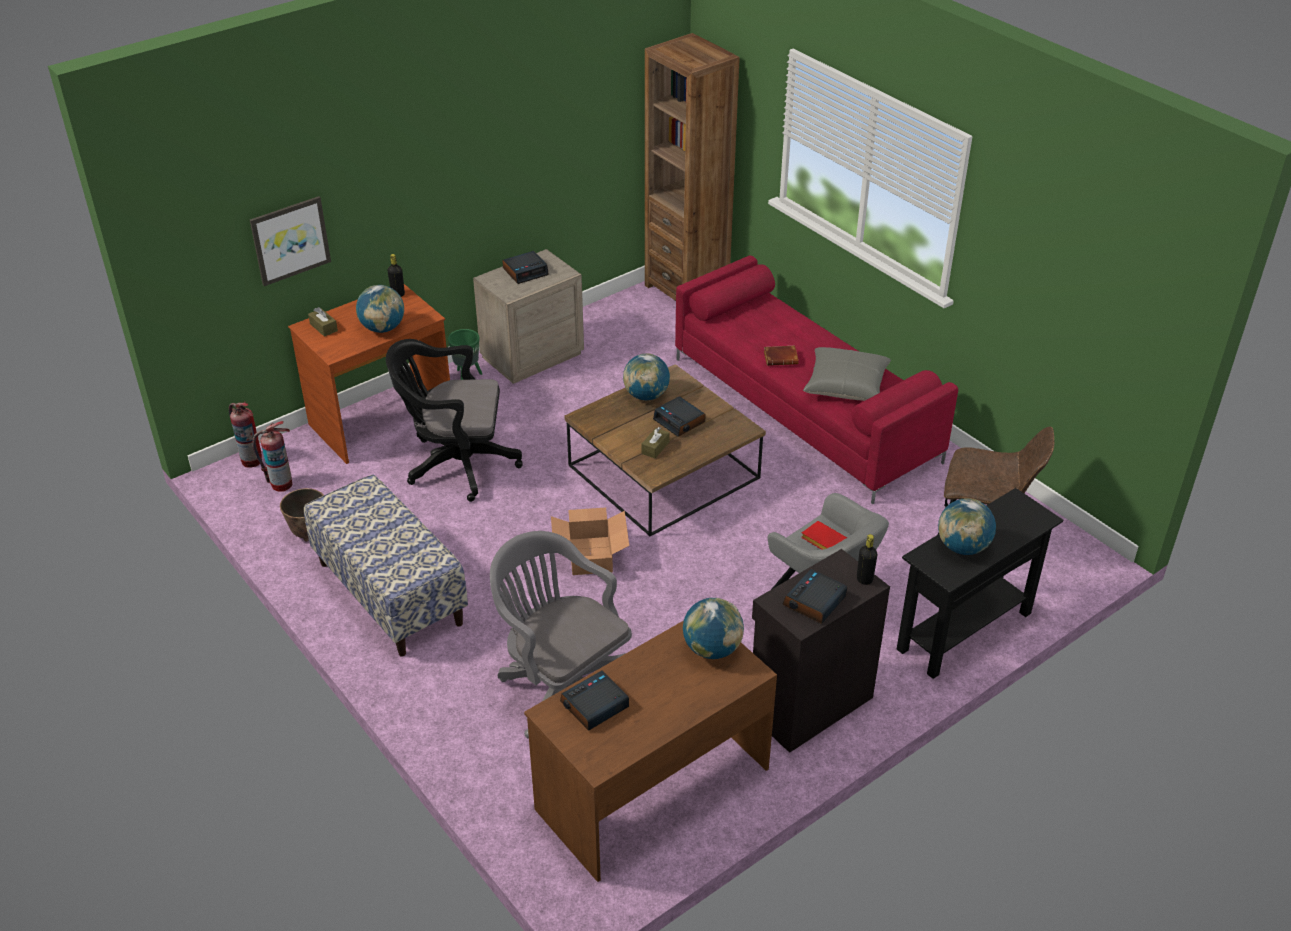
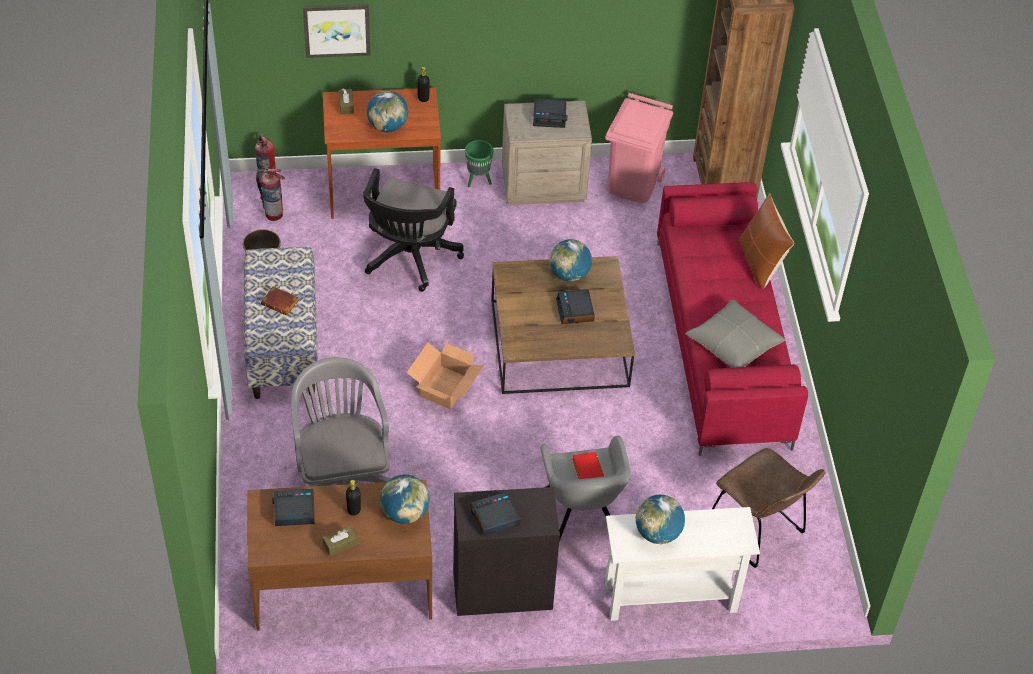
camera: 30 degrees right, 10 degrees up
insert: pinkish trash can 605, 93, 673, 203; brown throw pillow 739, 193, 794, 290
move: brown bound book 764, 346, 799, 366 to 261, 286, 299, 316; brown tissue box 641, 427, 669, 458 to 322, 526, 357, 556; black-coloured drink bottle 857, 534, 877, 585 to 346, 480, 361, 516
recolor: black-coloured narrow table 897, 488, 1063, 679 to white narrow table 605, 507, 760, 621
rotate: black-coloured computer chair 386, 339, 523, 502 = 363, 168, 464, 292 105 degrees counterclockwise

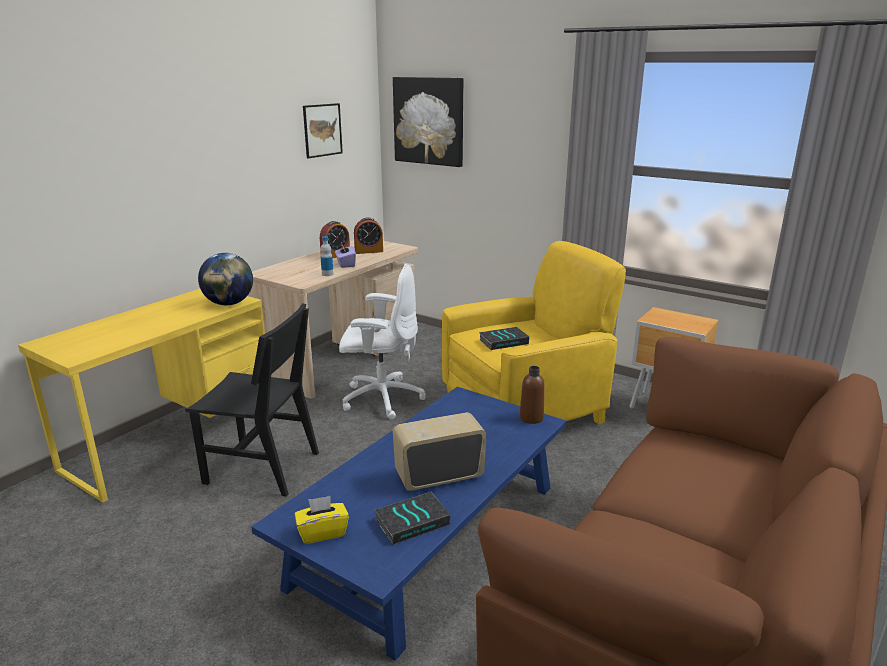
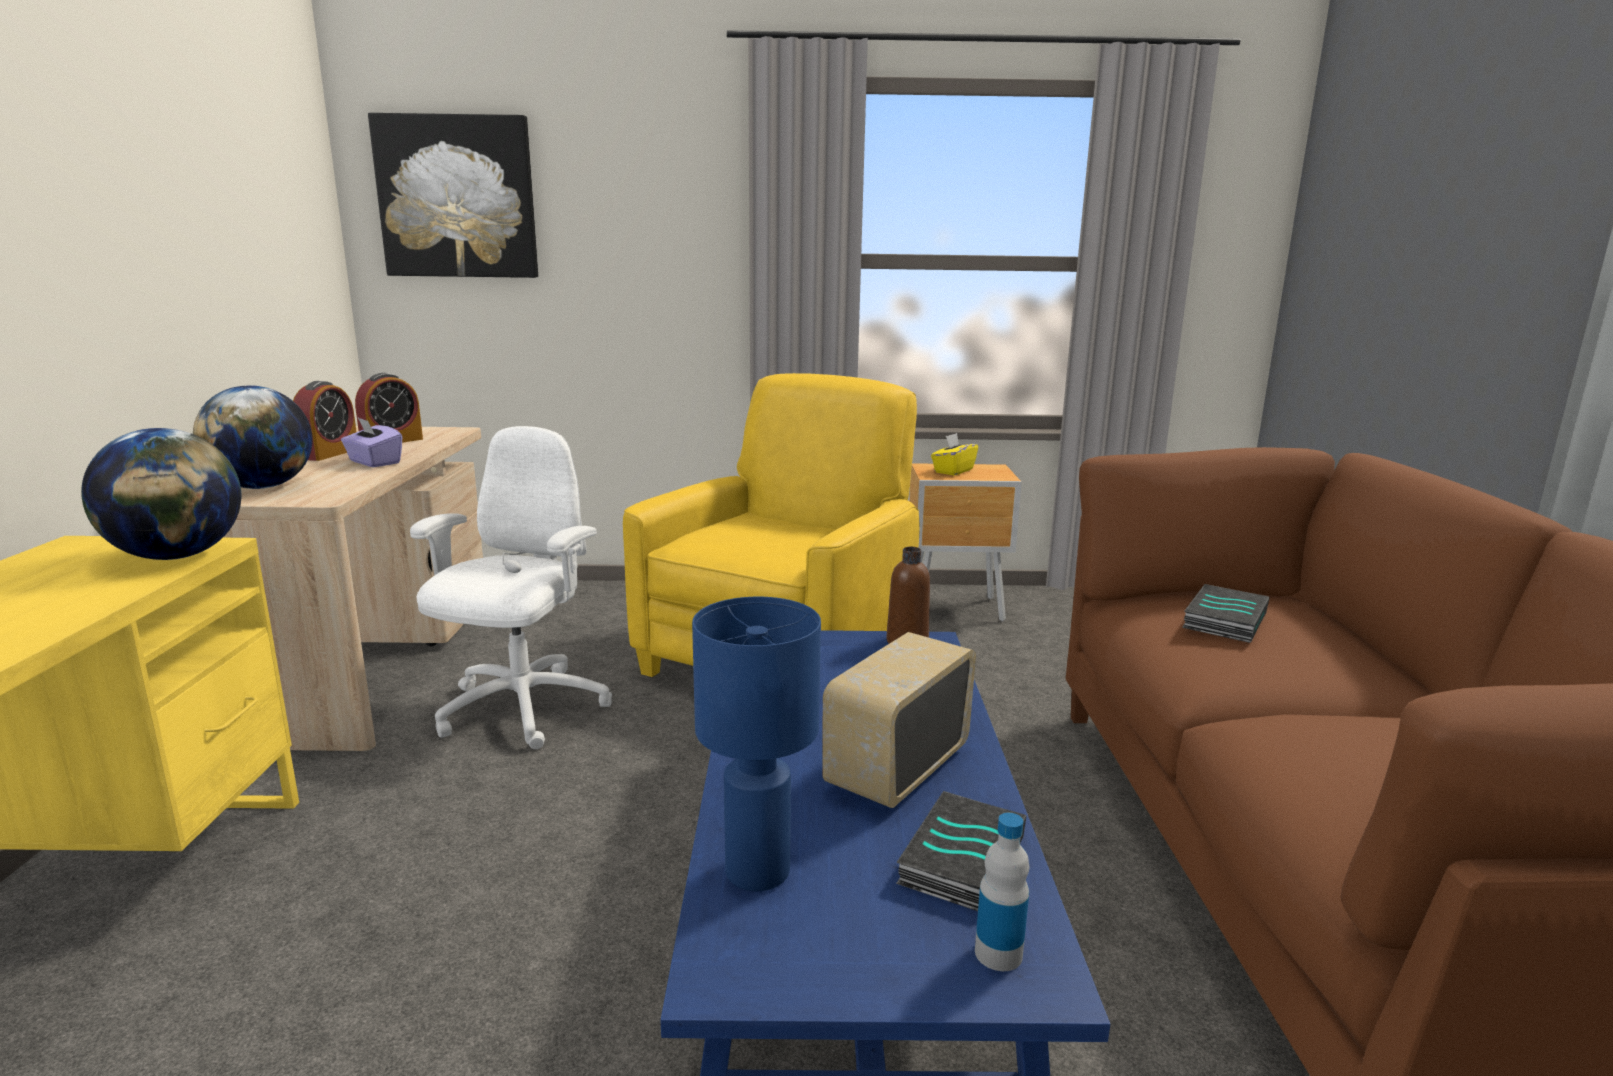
camera: 35 degrees left, 5 degrees down
delete: wall art 303, 103, 343, 158; black-coloured chair 185, 303, 319, 497
insert: desk globe 193, 386, 312, 489; blue table lamp 692, 597, 821, 891
move: drink bottle 321, 236, 334, 276 to 975, 813, 1029, 971; bound book 479, 327, 529, 350 to 1182, 584, 1270, 643; yellow tissue box 295, 496, 349, 544 to 931, 433, 978, 476
rotate: white computer chair 339, 264, 426, 419 = 410, 426, 612, 749 45 degrees counterclockwise

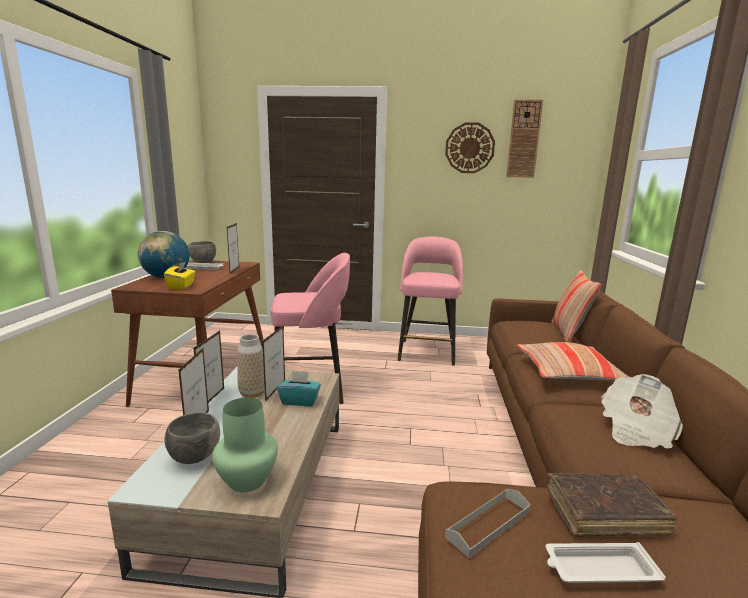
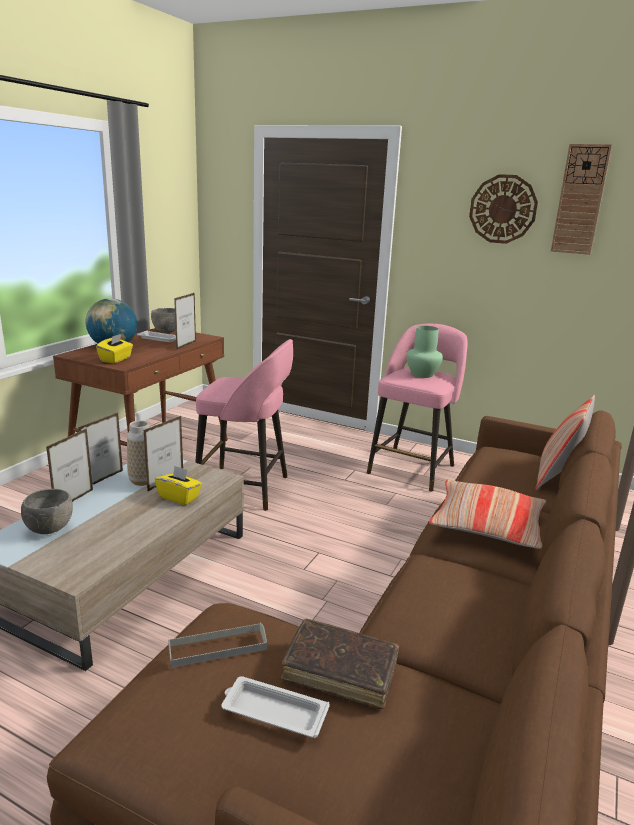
camera: 20 degrees right, 5 degrees up
delete: daily paper 601, 374, 683, 449
move: greenish decorative vase 212, 398, 278, 493 to 406, 326, 443, 378
recolor: turquoise-coloured tissue box 277, 371, 321, 406 to yellow tissue box 155, 466, 202, 505

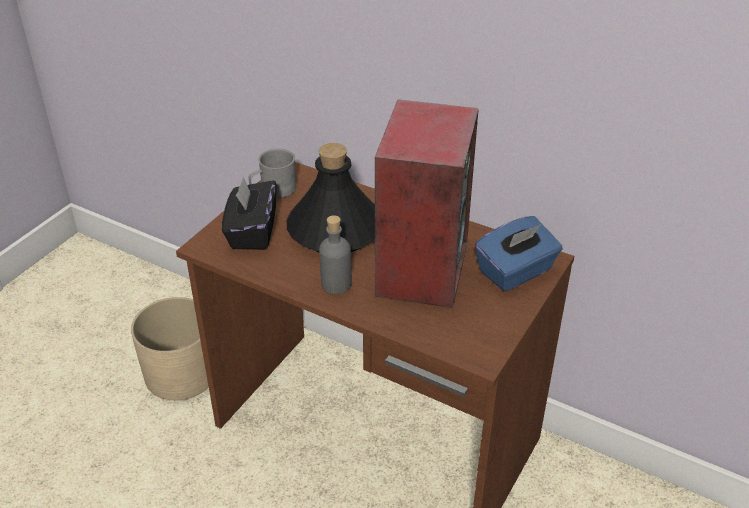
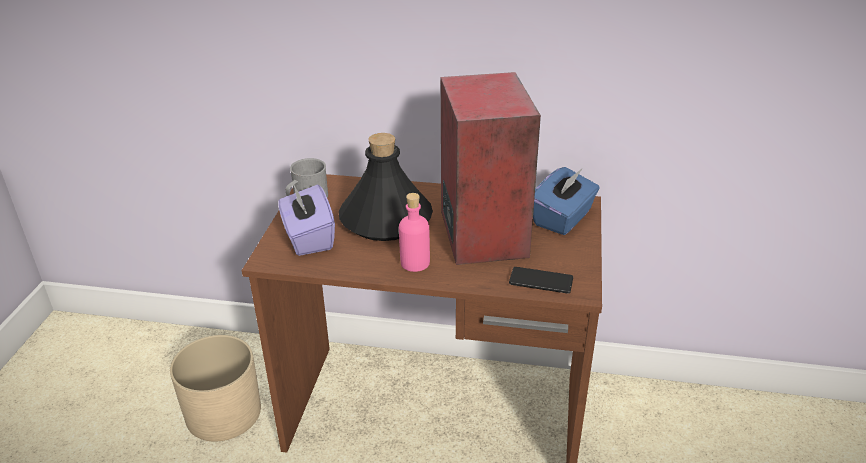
camera: 20 degrees left, 5 degrees down
insert: phone 509, 267, 573, 294
recolor: black-coloured tissue box 222, 177, 277, 250 to purplish tissue box 278, 183, 335, 256; grey drink bottle 319, 215, 352, 294 to pinkish drink bottle 399, 193, 430, 272

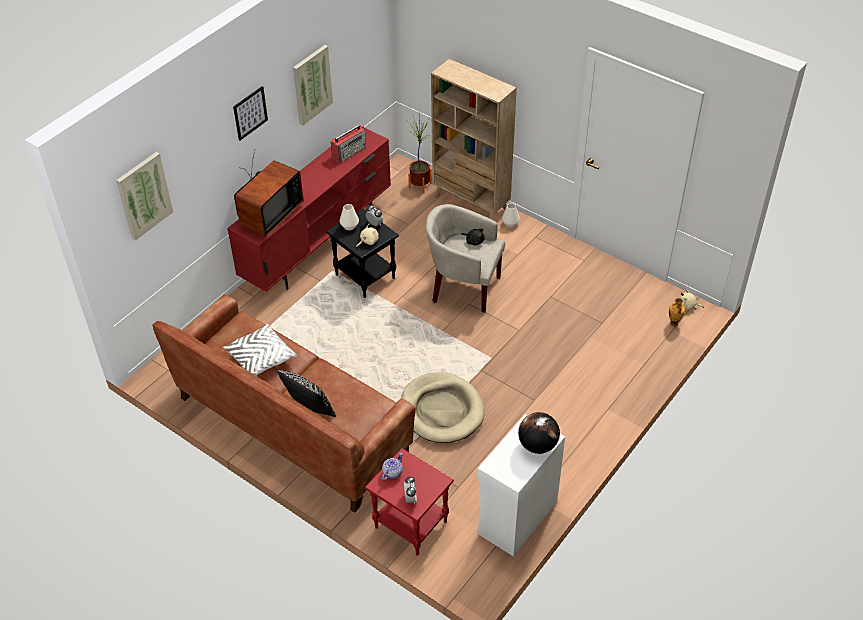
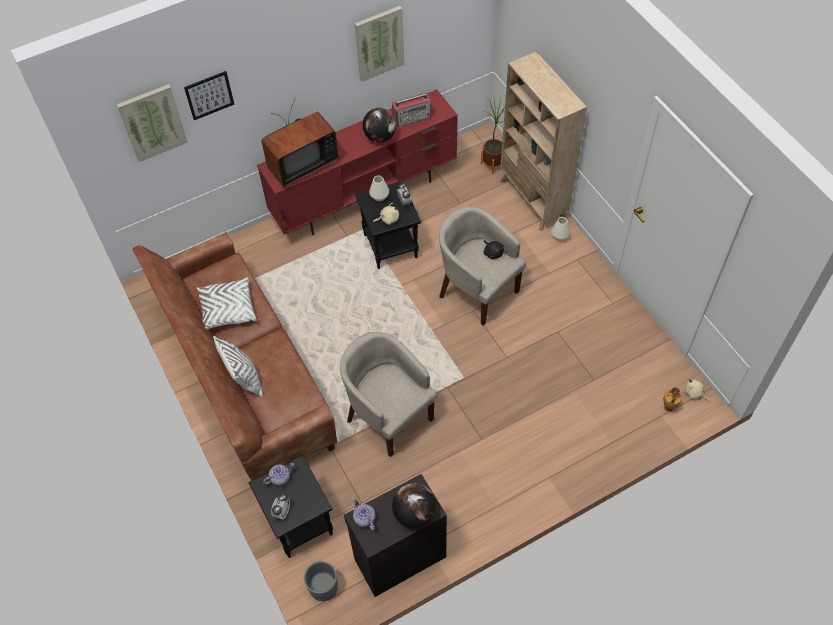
camera: 25 degrees right, 10 degrees up
insert: desk globe 362, 108, 396, 142; teapot 353, 498, 376, 530; grey flower pot 304, 561, 338, 601
move: wall art 233, 86, 268, 141 to 184, 71, 234, 120
replace: sand-coloured dog bed 401, 372, 485, 443 to sand-coloured lounge chair 340, 332, 438, 457
recolor: black-coloured throw pillow 276, 369, 336, 417 to white throw pillow 213, 336, 263, 397; white storage cabinet 477, 414, 565, 557 to black-coloured storage cabinet 344, 474, 447, 597; red side table 365, 448, 454, 556 to black-coloured side table 249, 455, 333, 558

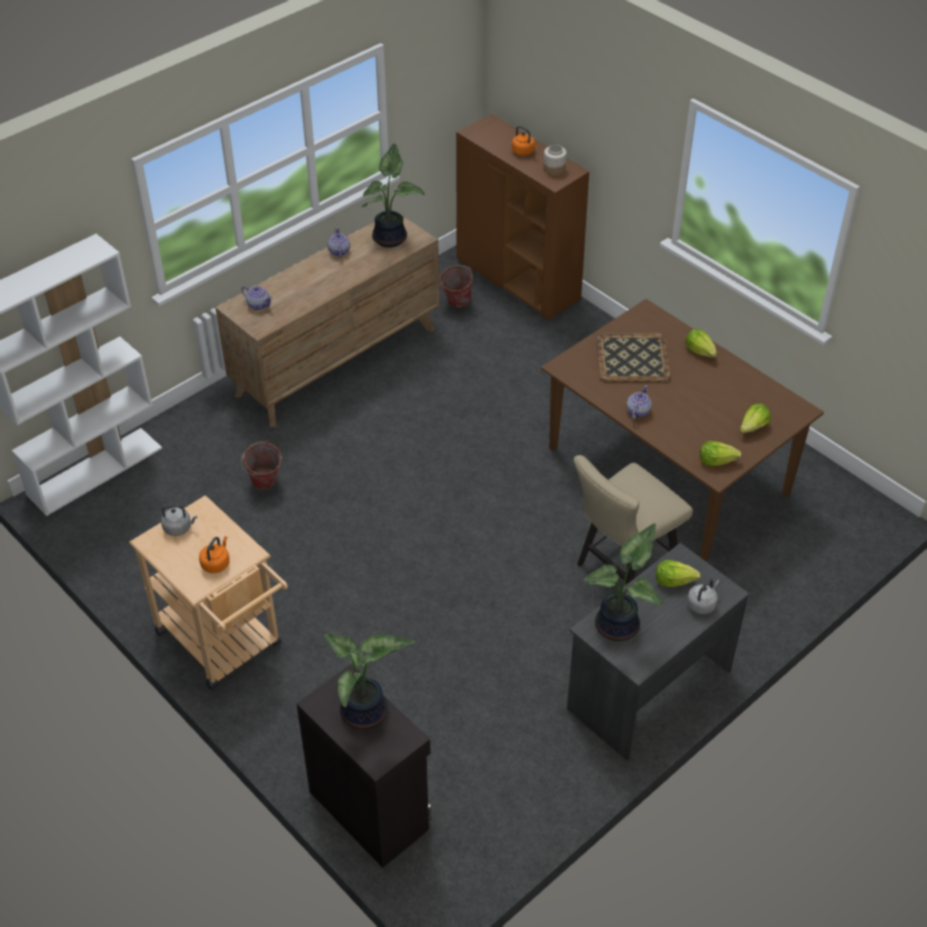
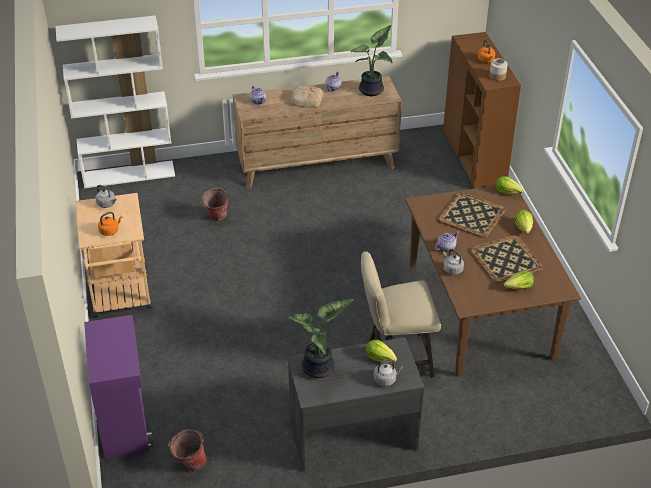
camera: 30 degrees right, 5 degrees down
delete: plant in a pot 324, 634, 416, 729
insert: bakery bread 290, 85, 323, 108; tray 470, 235, 543, 283; grey tea kettle 443, 249, 464, 275
move: bucket 439, 265, 473, 308 to 168, 429, 207, 471; lettuce 700, 441, 742, 466 to 496, 176, 523, 194
recolor: black-coloured storage cabinet 296, 664, 431, 868 to purplish storage cabinet 84, 315, 154, 459

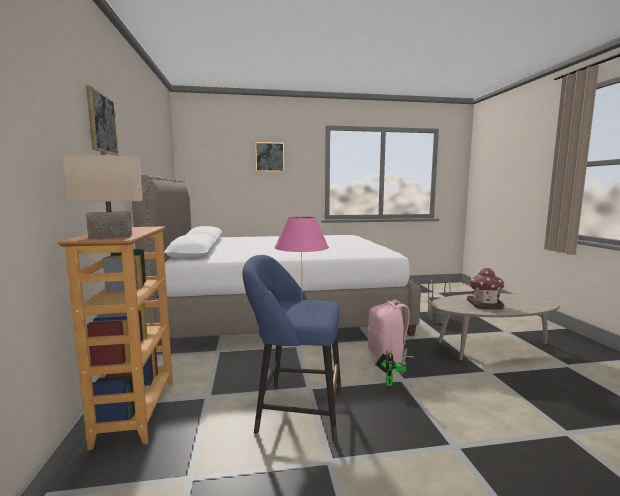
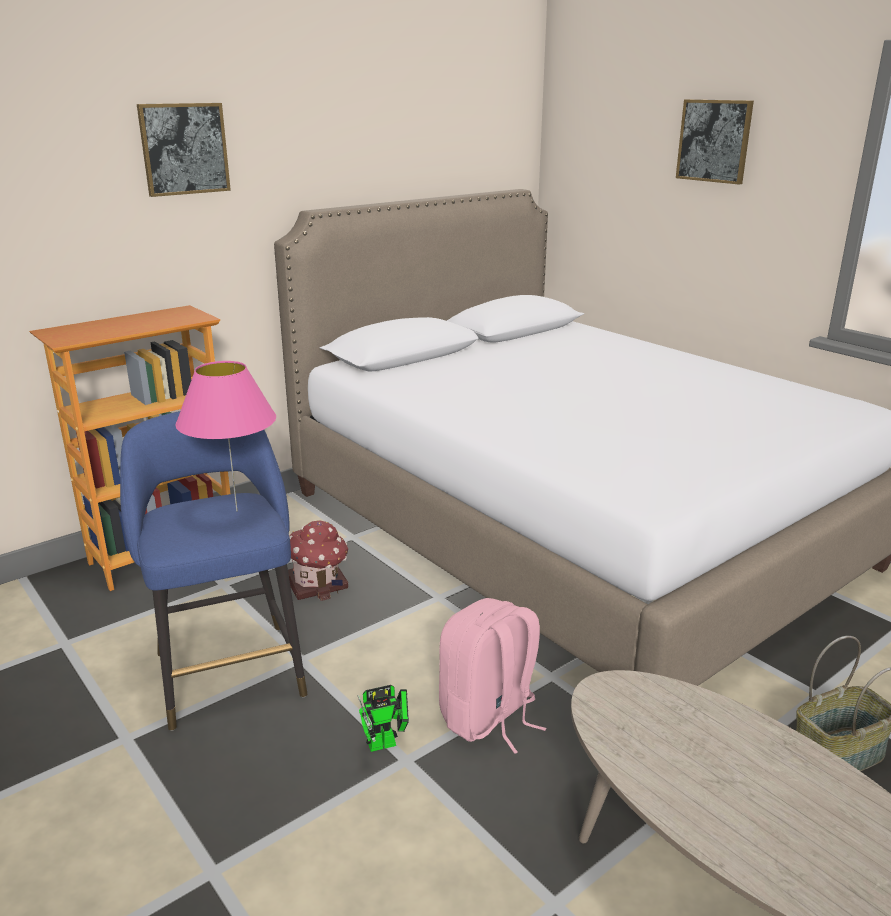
camera: 60 degrees right, 15 degrees up
delete: sand-coloured table lamp 62, 150, 143, 239
move: model house 467, 268, 505, 309 to 288, 520, 348, 601

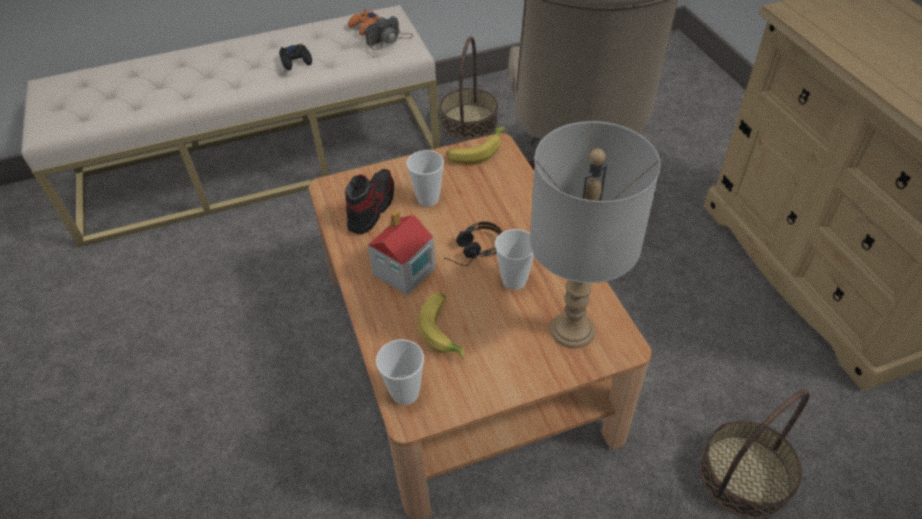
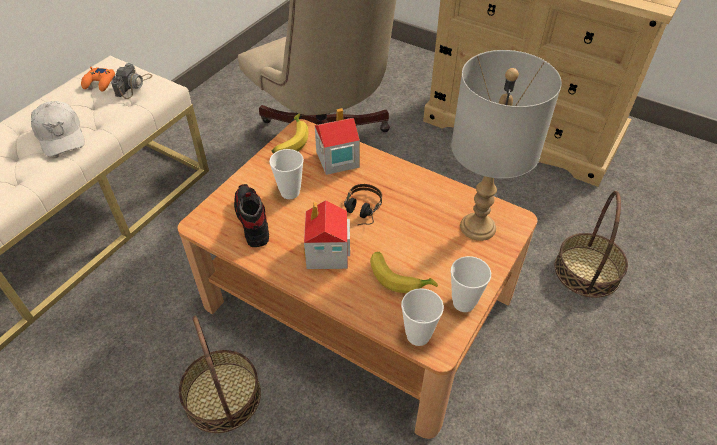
camera: 40 degrees left, 0 degrees up
insert: model house 315, 108, 360, 175
move: storage basket 440, 36, 498, 139 to 179, 316, 261, 433; small cup 495, 229, 534, 290 to 451, 256, 491, 312
replace: black-coloured joypad 279, 44, 312, 70 to white baseball cap 31, 101, 85, 157

